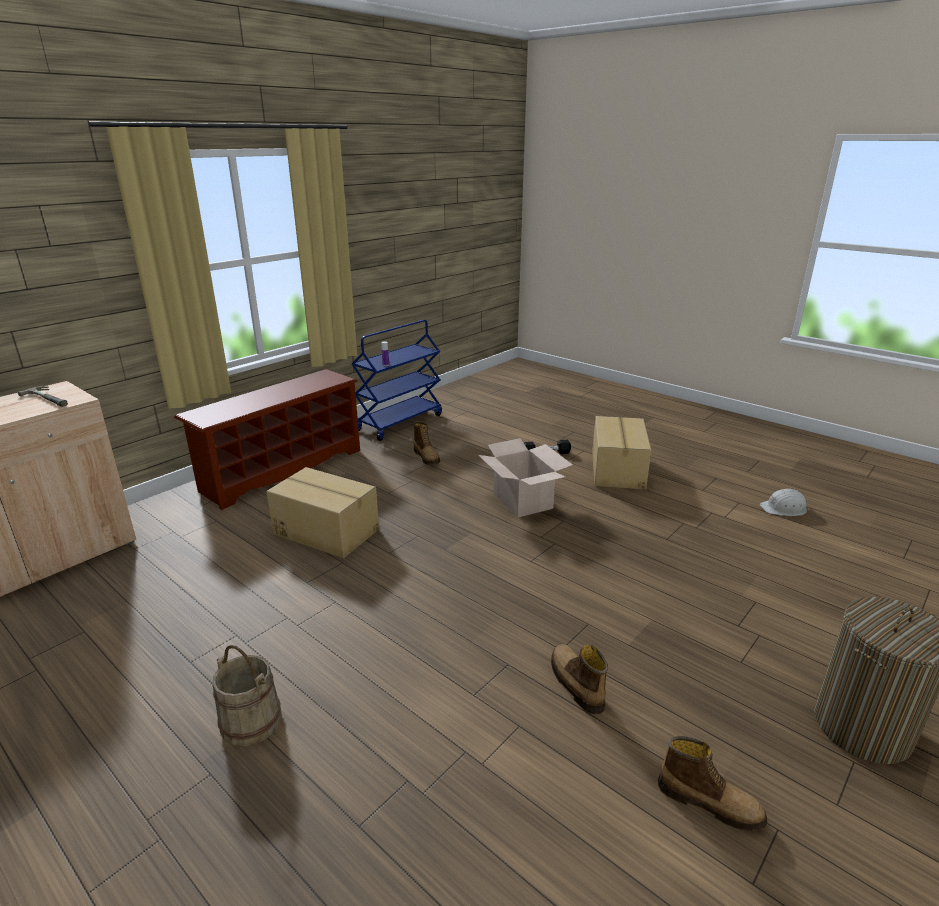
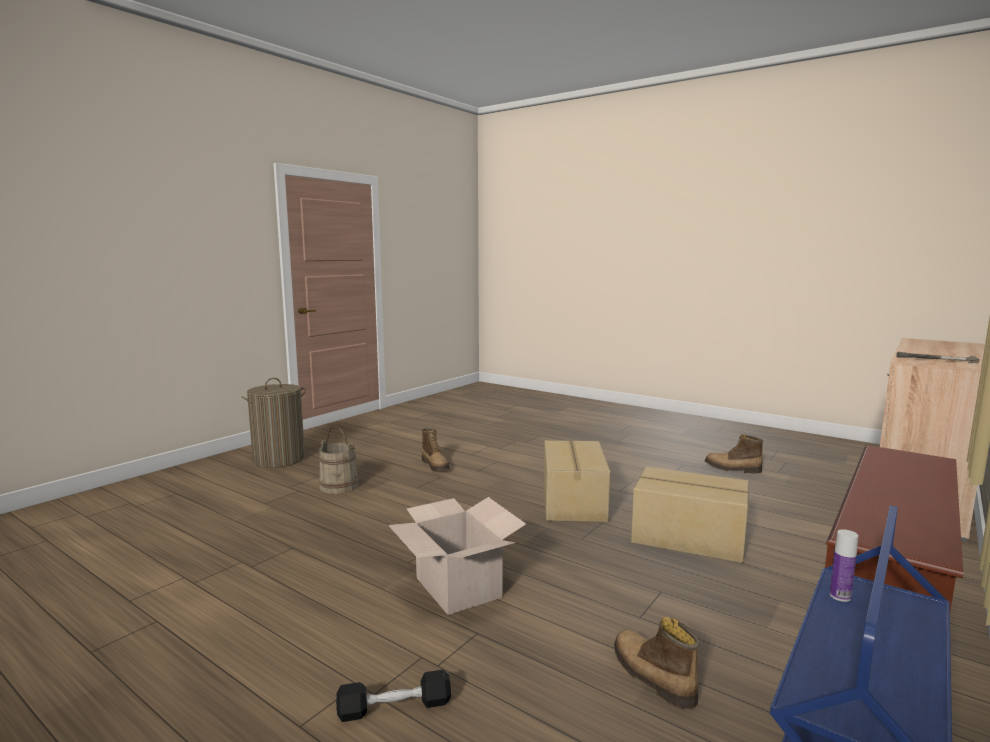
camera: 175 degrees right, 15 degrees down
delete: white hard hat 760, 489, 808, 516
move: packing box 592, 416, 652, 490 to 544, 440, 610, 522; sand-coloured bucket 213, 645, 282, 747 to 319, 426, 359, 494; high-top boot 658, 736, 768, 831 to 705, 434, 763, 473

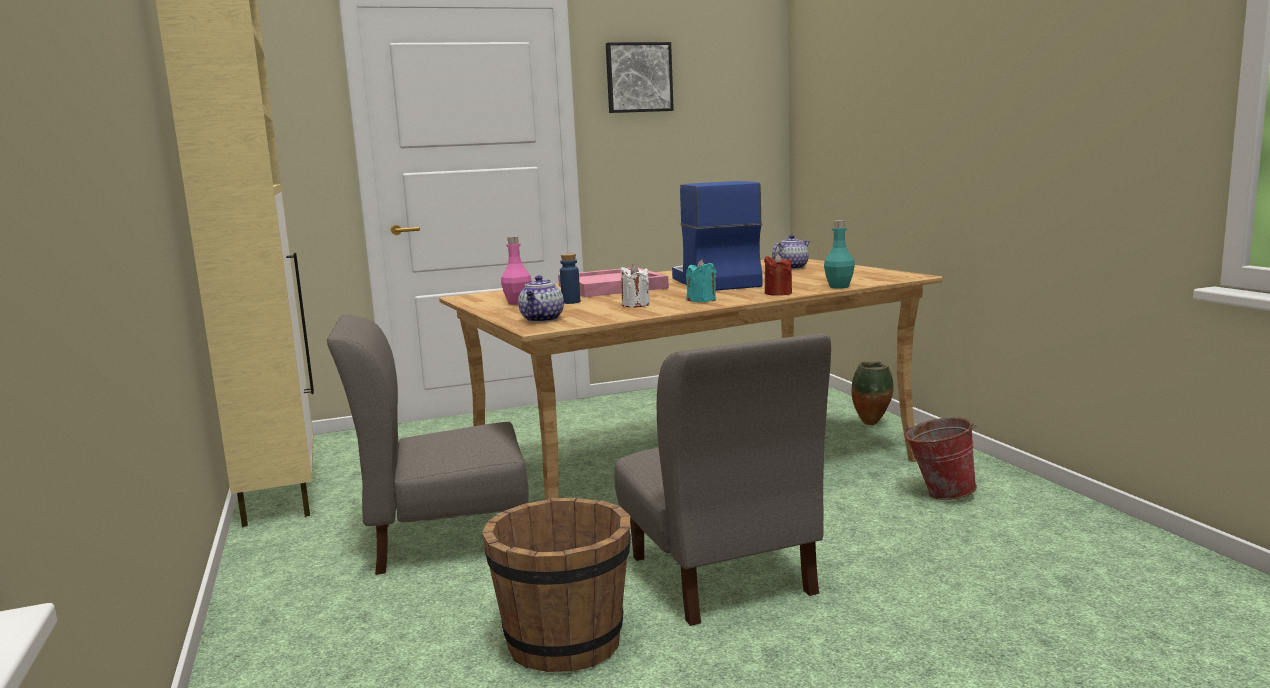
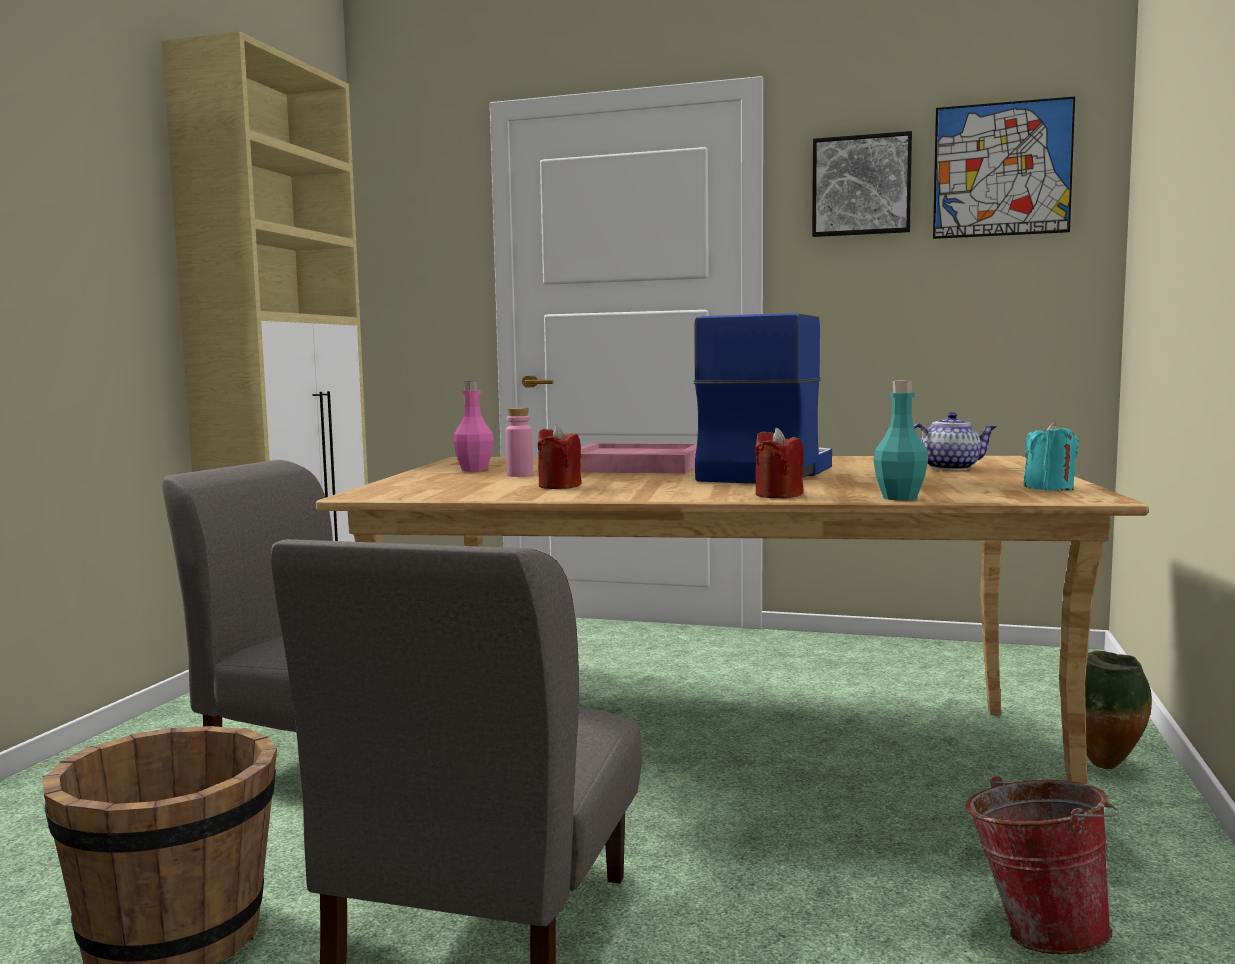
camera: 35 degrees right, 5 degrees down
delete: teapot 518, 275, 564, 322
insert: wall art 933, 96, 1075, 239
move: turquoise-coloured wax light 686, 259, 716, 302 to 1024, 422, 1079, 491
recolor: blue drink bottle 560, 254, 580, 304 to pinkish drink bottle 506, 408, 533, 477; white wax light 621, 264, 650, 307 to red wax light 538, 425, 581, 489

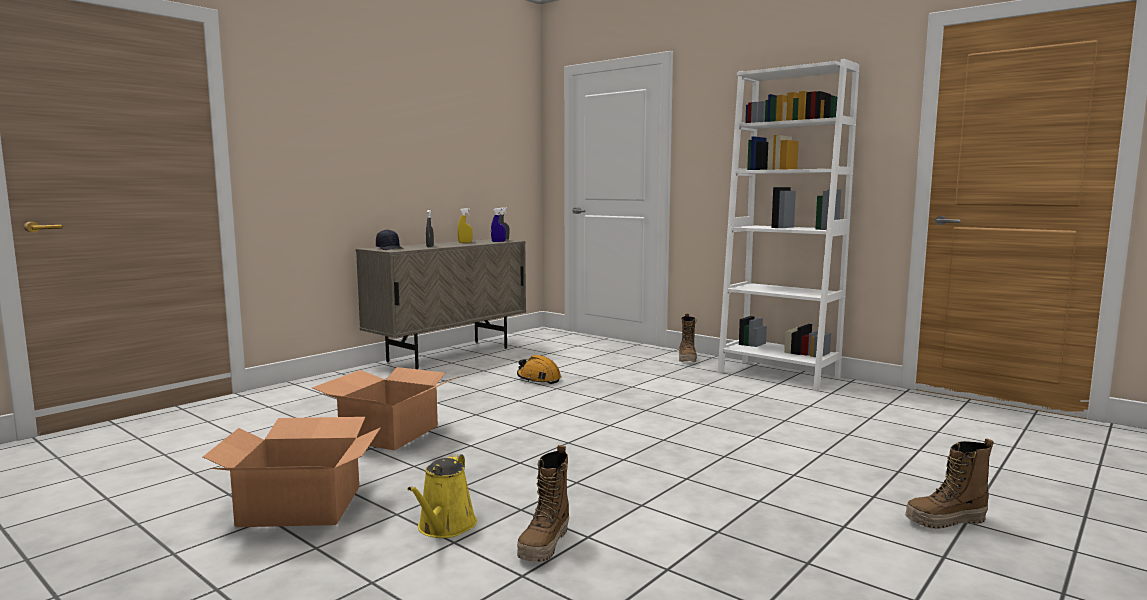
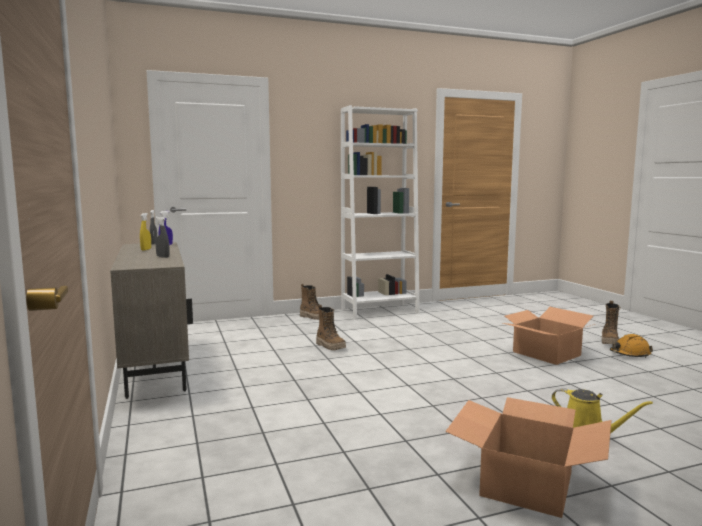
camera: 60 degrees left, 0 degrees up
delete: black-coloured baseball cap 376, 229, 403, 250
move: orange-coloured hard hat 517, 355, 561, 384 to 610, 334, 653, 358; packing box 312, 367, 459, 450 to 503, 307, 595, 365; high-top boot 517, 445, 569, 562 to 316, 305, 346, 351

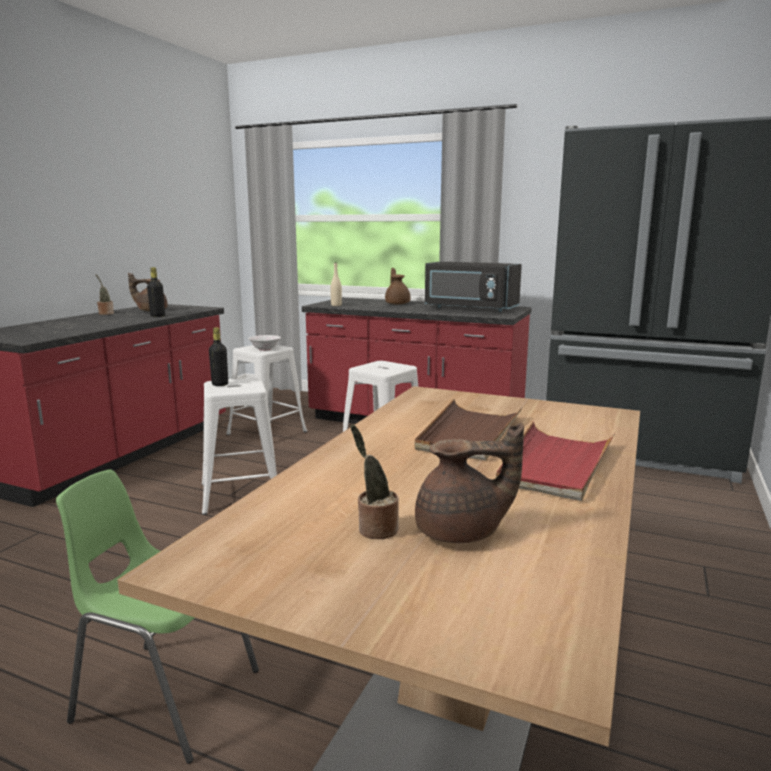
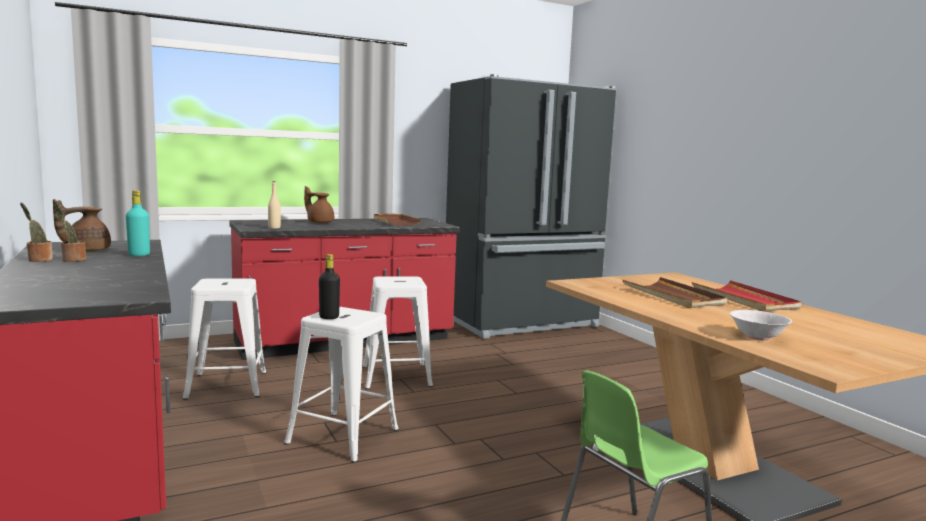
camera: 50 degrees left, 5 degrees down
delete: brown teapot 415, 423, 524, 543
move: white serving bowl 248, 335, 281, 351 to 730, 310, 792, 340; plant in a pot 351, 424, 399, 539 to 55, 203, 86, 262
replace: black-coloured microwave oven 425, 262, 522, 312 to brown tray 374, 214, 422, 226
recolor: black-coloured drink bottle 147, 267, 165, 317 to turquoise-coloured drink bottle 126, 190, 150, 256

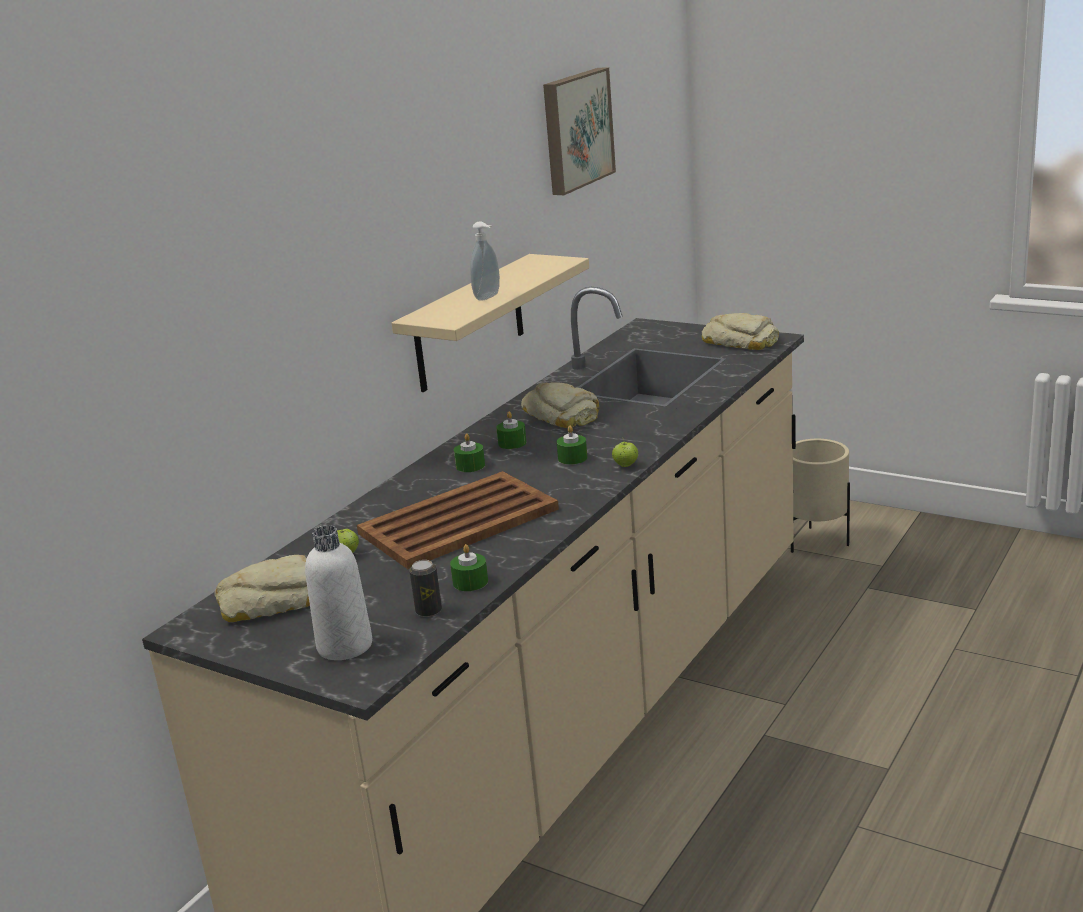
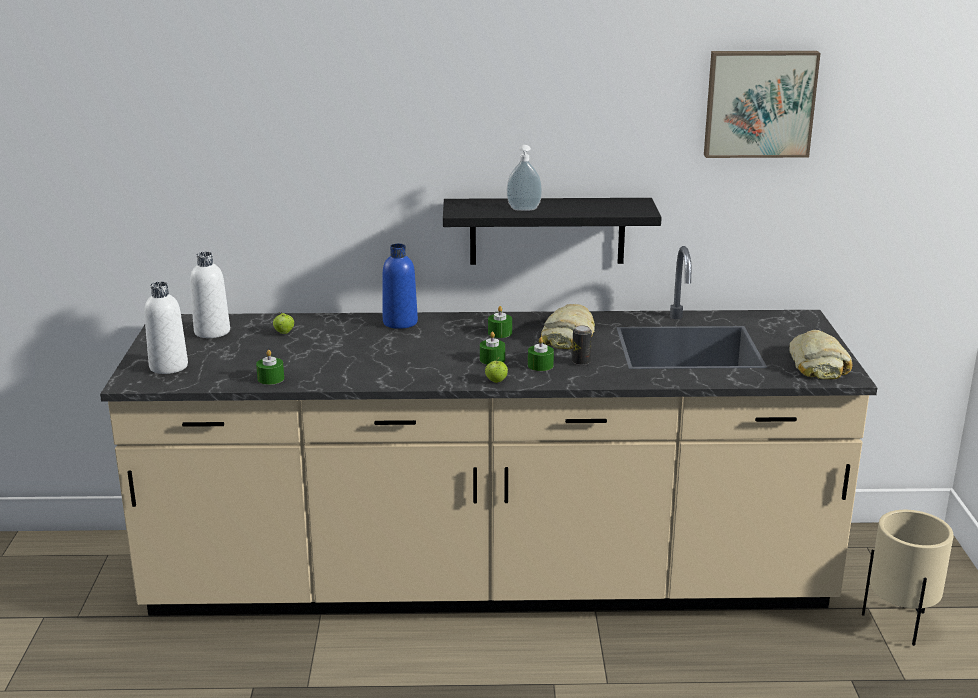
camera: 55 degrees right, 0 degrees up
delete: brown tray 357, 471, 559, 569
insert: blue drink bottle 383, 244, 418, 329
move: greenish wax light 454, 433, 485, 472 to 528, 337, 554, 371; can 409, 560, 442, 617 to 572, 325, 592, 366
replace: bakery bread 214, 555, 310, 622 to white drink bottle 190, 252, 230, 338
recolor: sand-coloured shelf 392, 254, 589, 392 to black-coloured shelf 443, 198, 662, 265

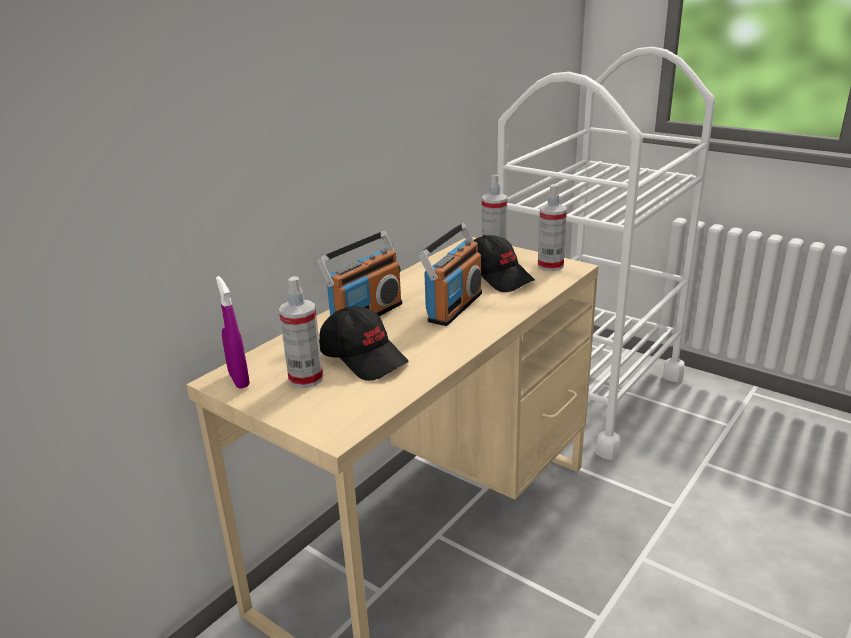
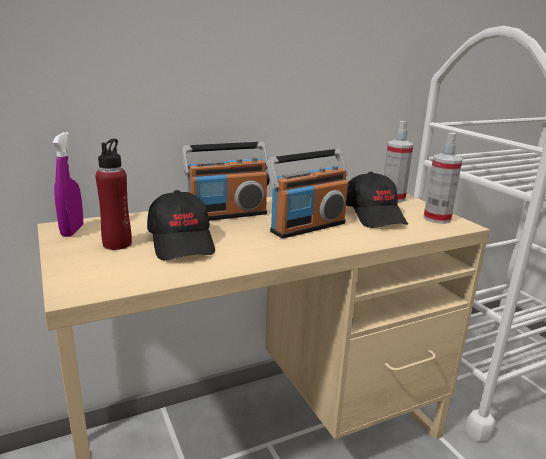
camera: 25 degrees right, 5 degrees down
replace: sprayer 279, 276, 323, 388 to red drink bottle 95, 139, 132, 250

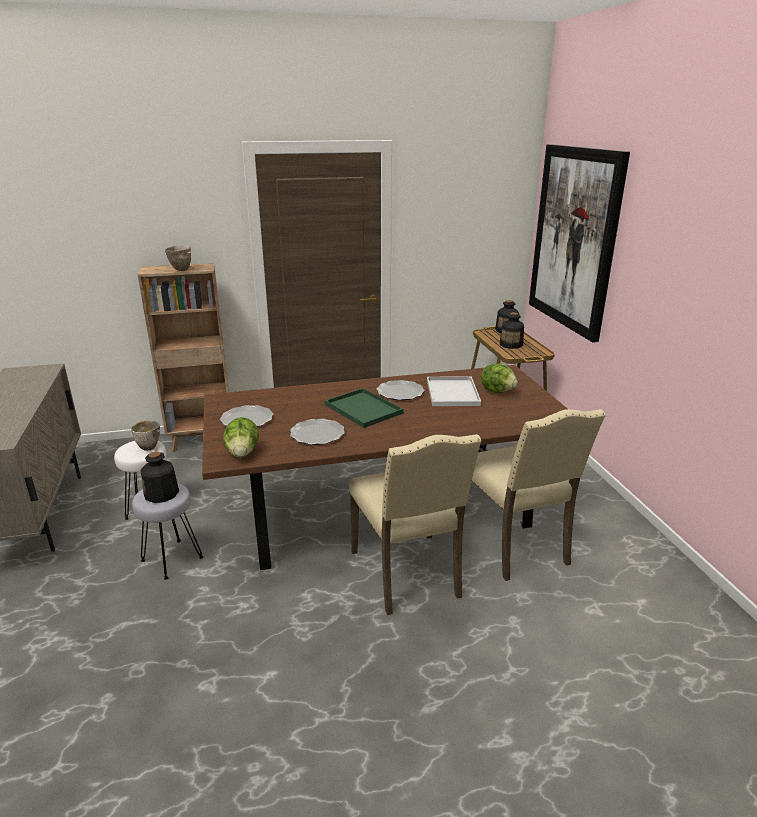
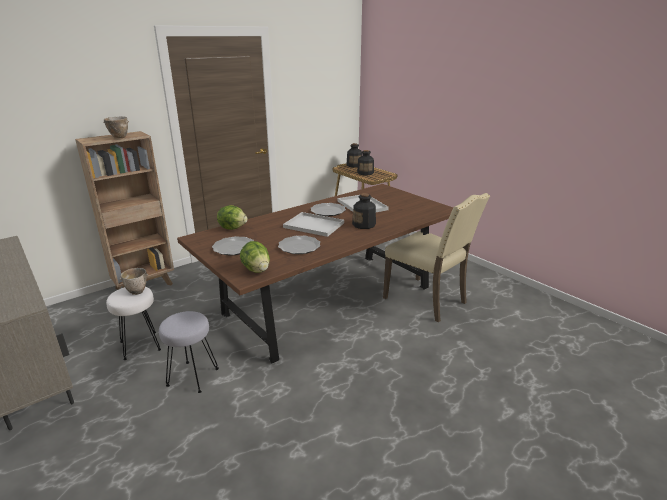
camera: 25 degrees left, 0 degrees up
delete: wall art 529, 144, 630, 342; sand-coloured chair 349, 434, 481, 615
move: lettuce 481, 363, 518, 393 to 217, 205, 248, 230; drink bottle 141, 451, 179, 503 to 352, 193, 376, 229
recolor: greenish tray 325, 388, 403, 428 to white tray 283, 212, 344, 237

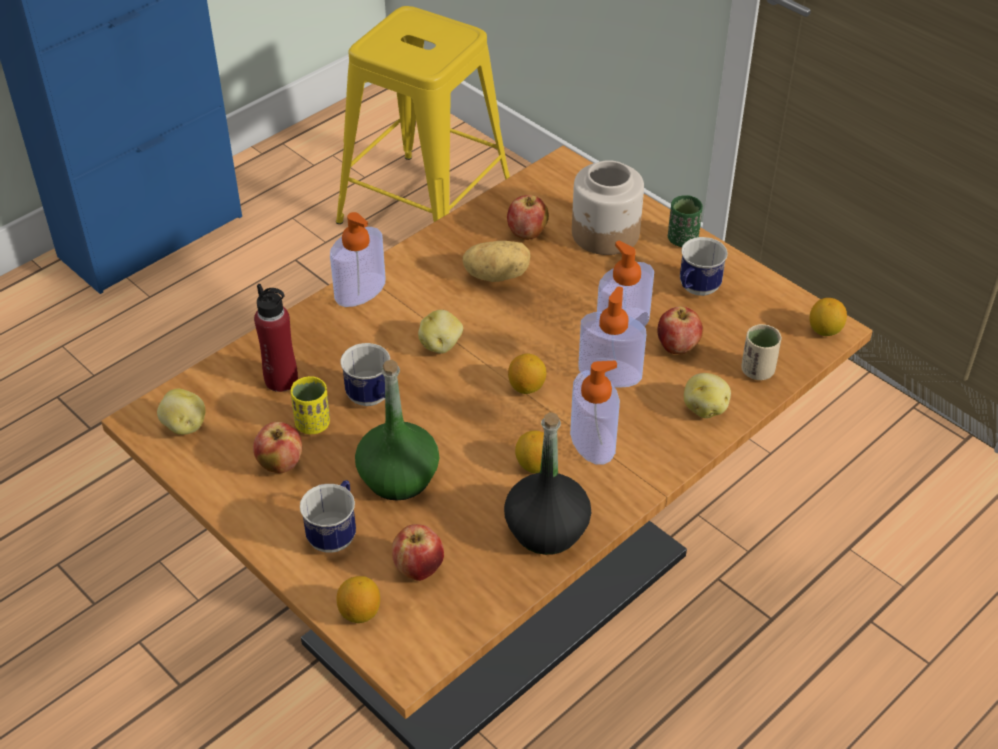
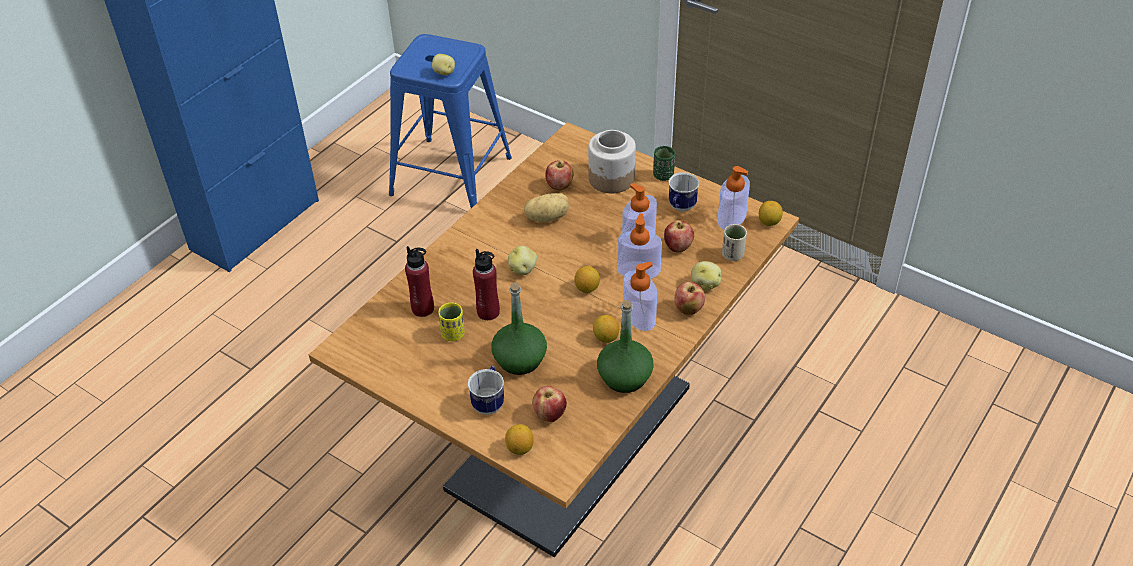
camera: 10 degrees left, 0 degrees up
move: liquid soap bottle 330, 212, 385, 307 to 717, 166, 750, 230; potato 157, 389, 205, 435 to 432, 54, 455, 75; whole apple 253, 422, 302, 473 to 674, 282, 705, 315
replace: coffee mug 340, 343, 390, 406 to red drink bottle 473, 249, 500, 320
recolor: yellow stool 336, 6, 510, 224 to blue stool 389, 34, 512, 208; black-coloured drink bottle 504, 412, 591, 555 to greenish drink bottle 597, 300, 653, 393

